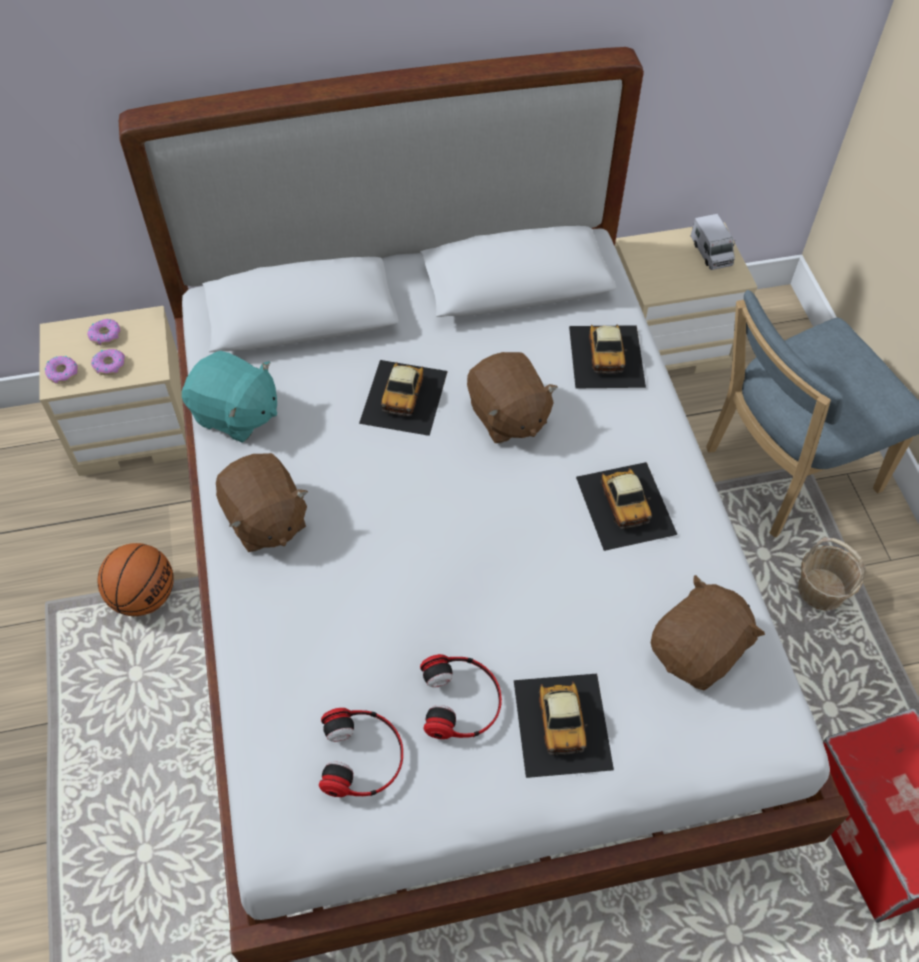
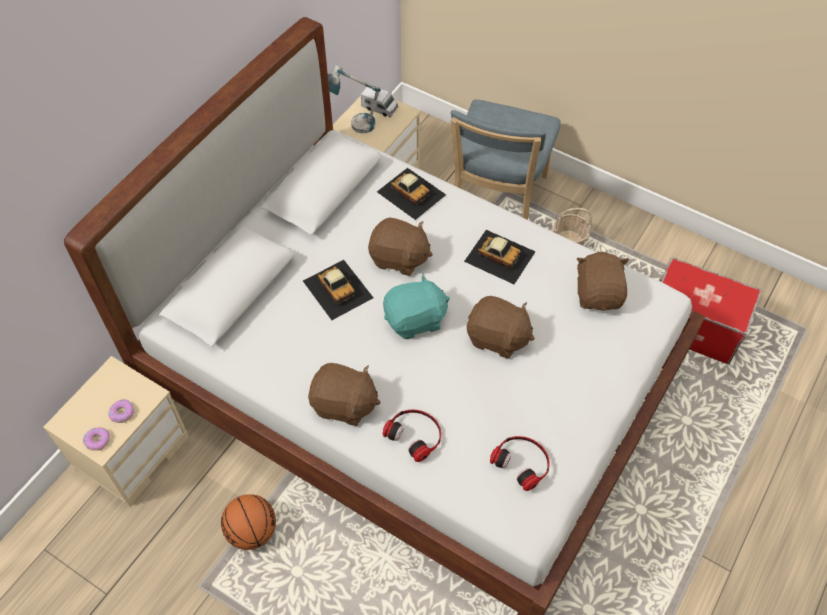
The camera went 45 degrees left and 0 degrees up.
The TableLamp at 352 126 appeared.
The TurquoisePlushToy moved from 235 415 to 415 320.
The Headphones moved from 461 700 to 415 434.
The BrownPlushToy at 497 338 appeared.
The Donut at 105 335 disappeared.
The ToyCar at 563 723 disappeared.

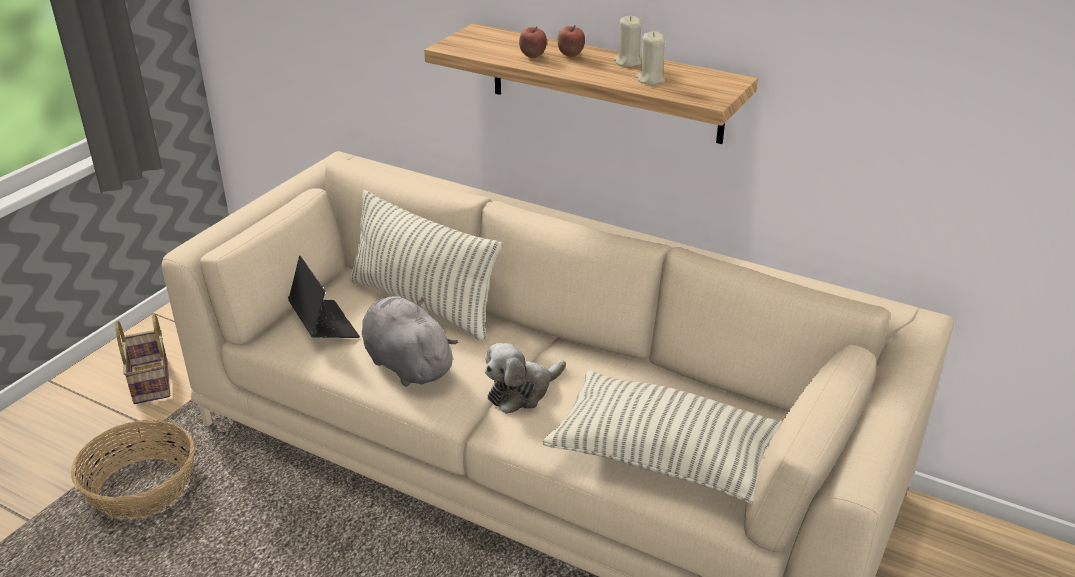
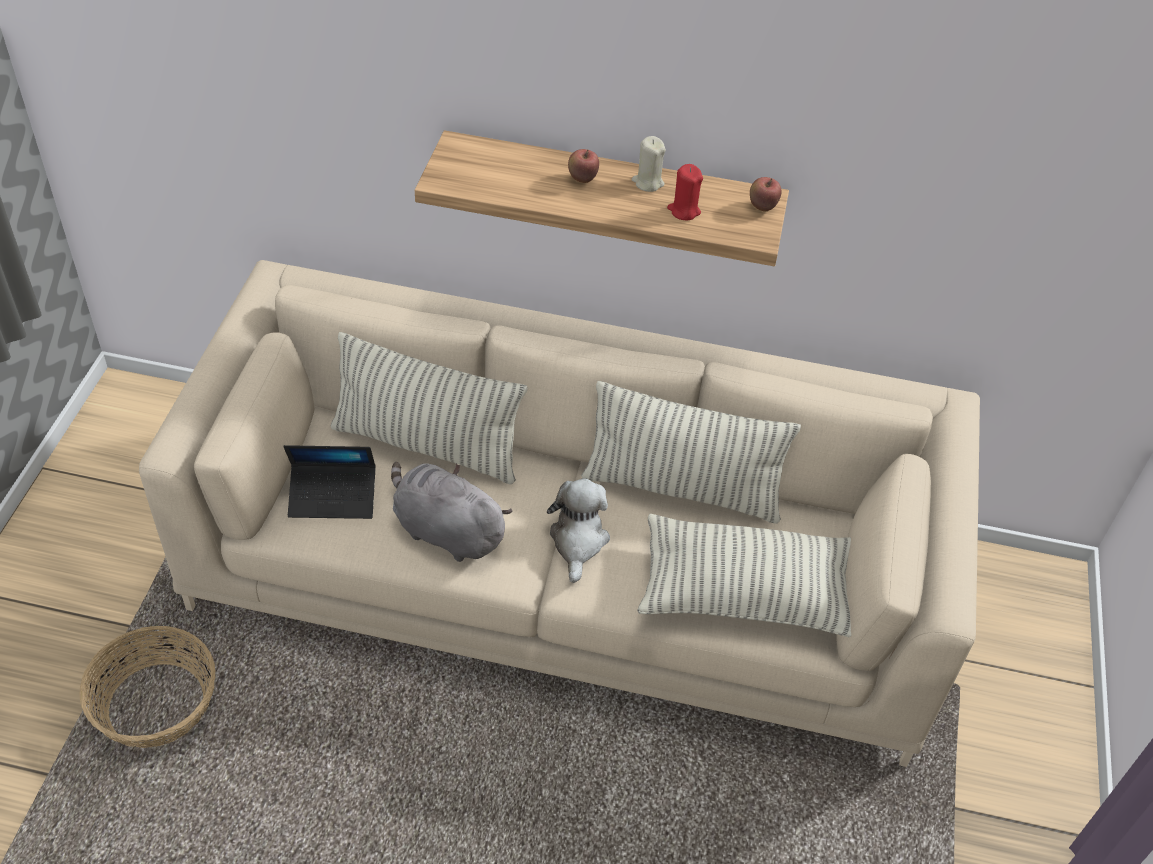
The camera went 20 degrees left and 15 degrees up.
The Laptop at 324 325 turned 135 degrees clockwise.
The PlushToy at 522 391 turned 150 degrees clockwise.
The Pillow at 682 489 appeared.
The BeigeCandle at 650 79 became the RedCandle at 684 211.
The Apple moved from 532 57 to 762 207.
The Basket at 152 382 disappeared.

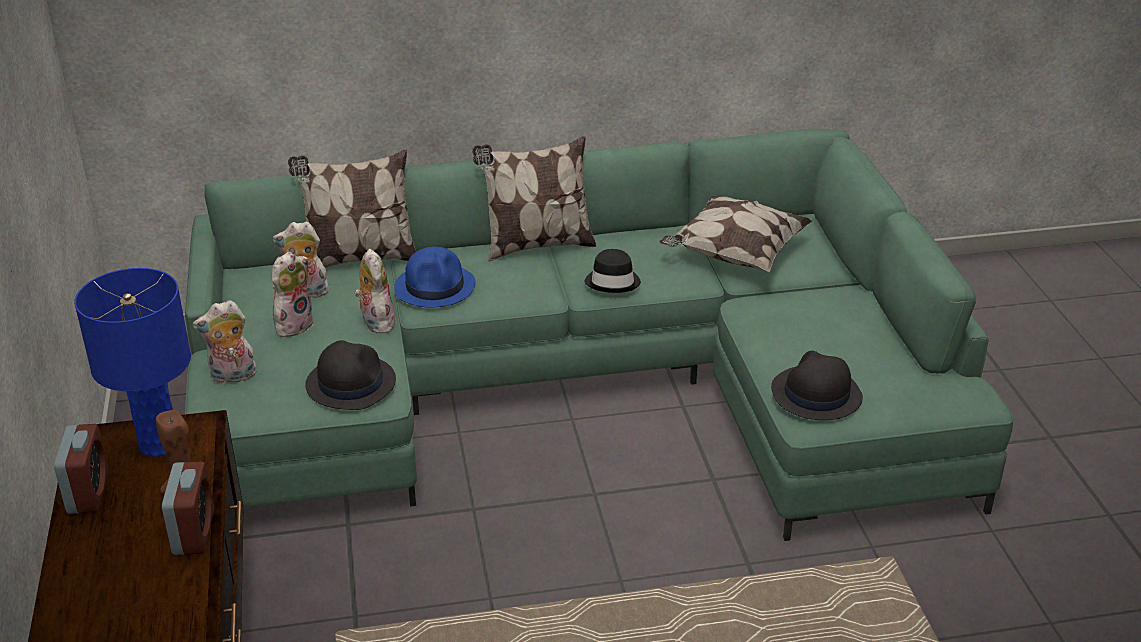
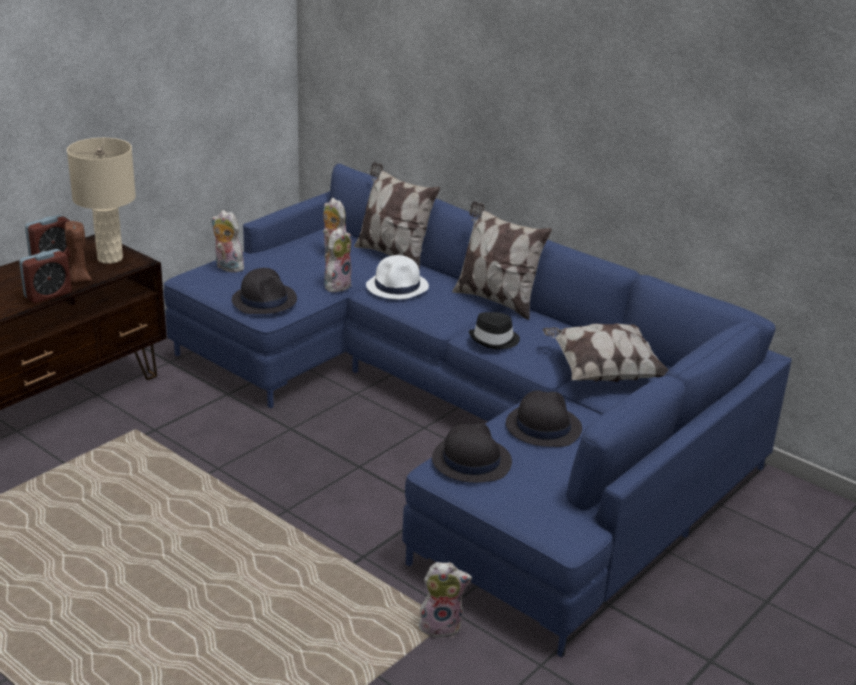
The camera went 50 degrees right and 5 degrees down.
The BlueTableLamp at 159 444 became the BeigeTableLamp at 110 258.
The GreenSofa at 586 387 became the BlueSofa at 465 419.
The BlueHat at 435 287 became the WhiteHat at 397 287.
The PlushToy moved from 293 324 to 441 625.
The BlackHat at 543 426 appeared.

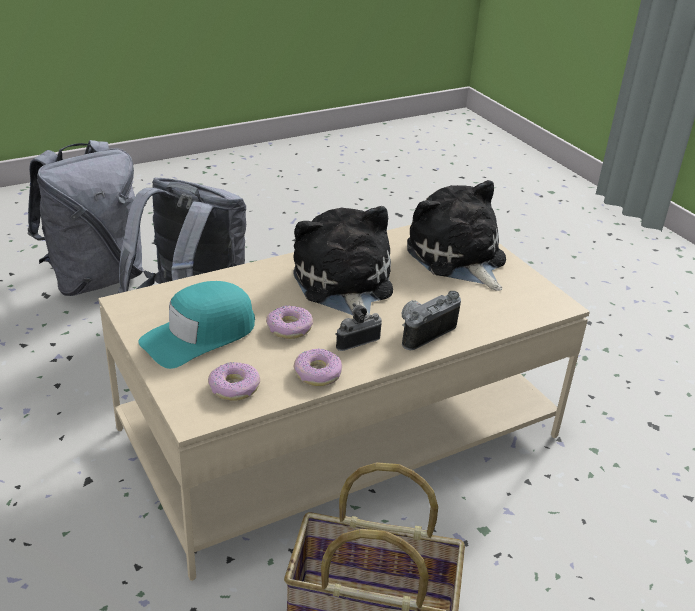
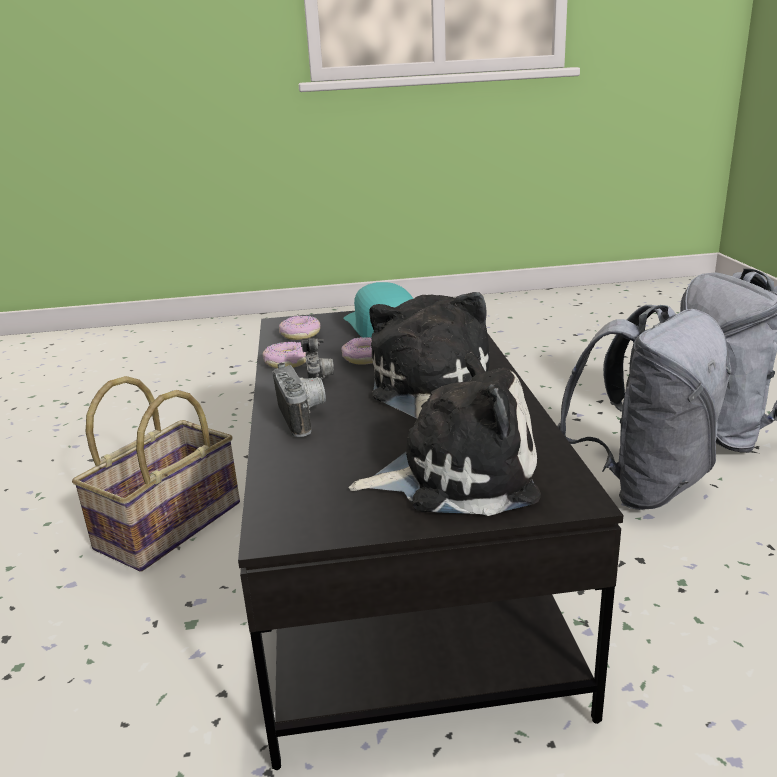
The camera went 115 degrees right and 10 degrees down.
The BeigeCoffeeTable at 339 434 became the BlackCoffeeTable at 395 553.
The PlushToy at 343 285 turned 90 degrees counterclockwise.

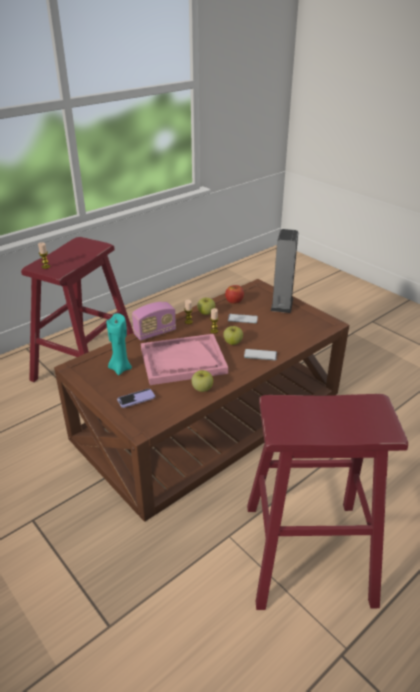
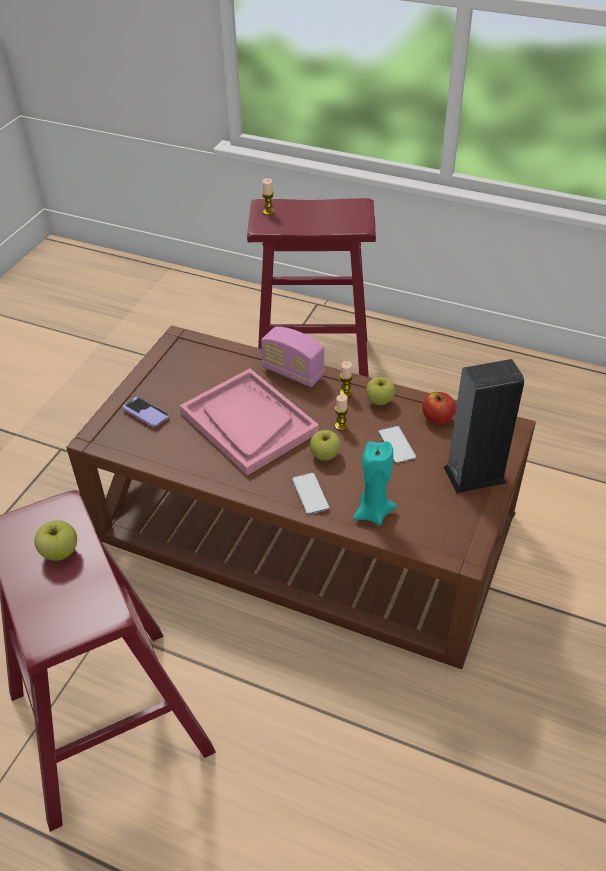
The camera went 65 degrees right and 10 degrees up.
The Apple moved from 202 388 to 60 552.
The TurquoiseCandle moved from 120 368 to 373 513.

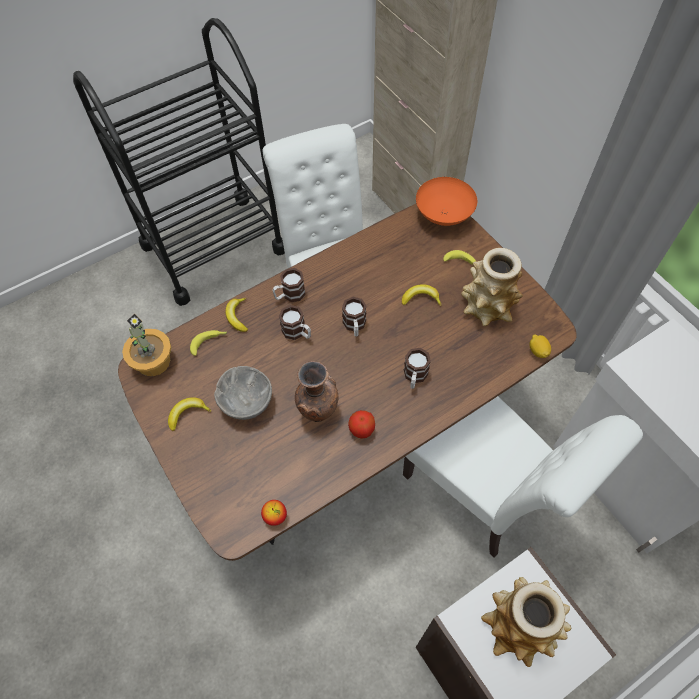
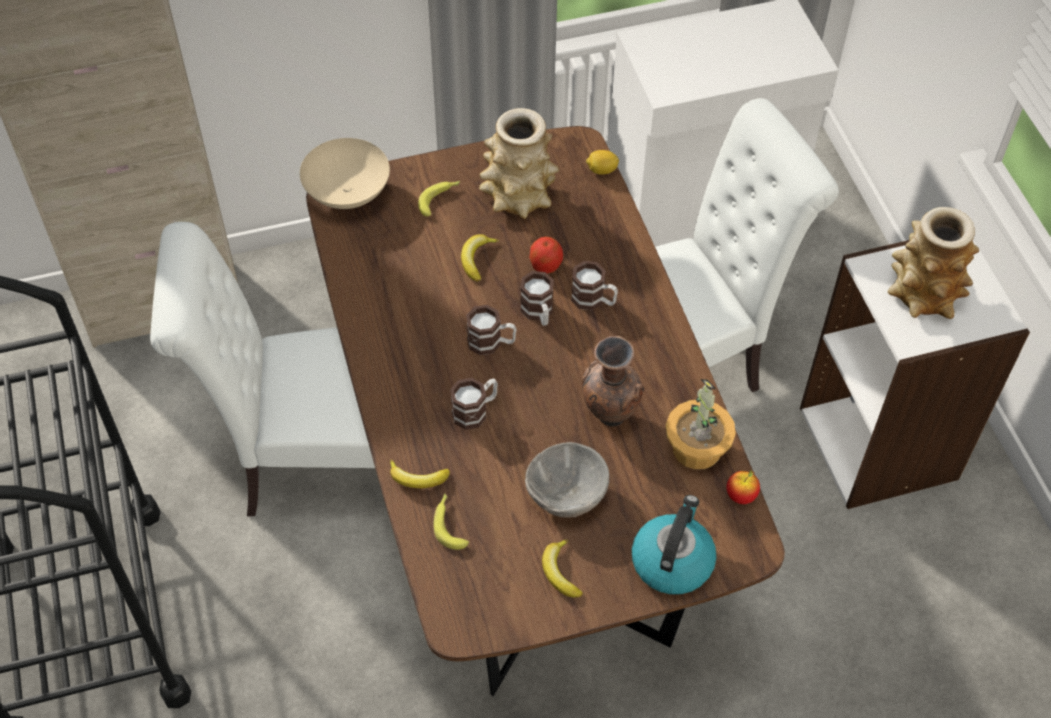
The camera went 75 degrees left and 5 degrees down.
The OrangeBowl at 444 215 became the BeigeBowl at 349 193.
The Mug moved from 289 295 to 538 313.
The Apple moved from 362 430 to 546 266.
The Kettle at 672 561 appeared.
The PottedPlant moved from 153 361 to 696 449.

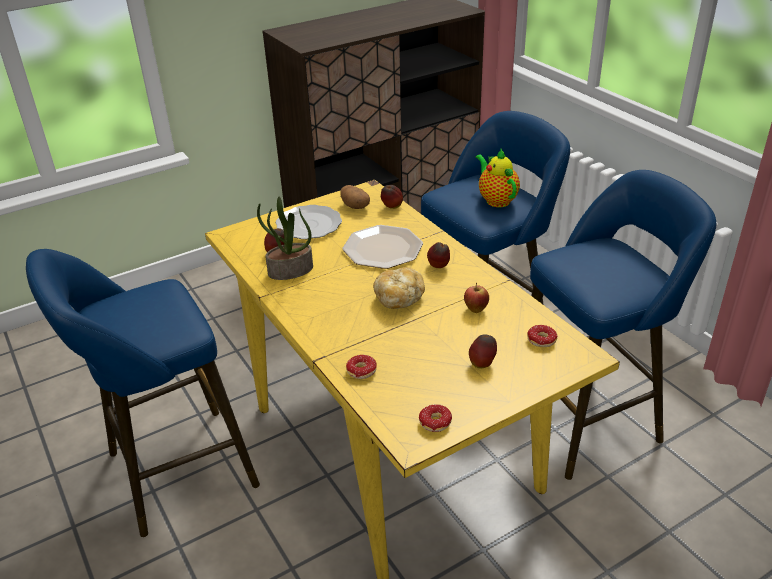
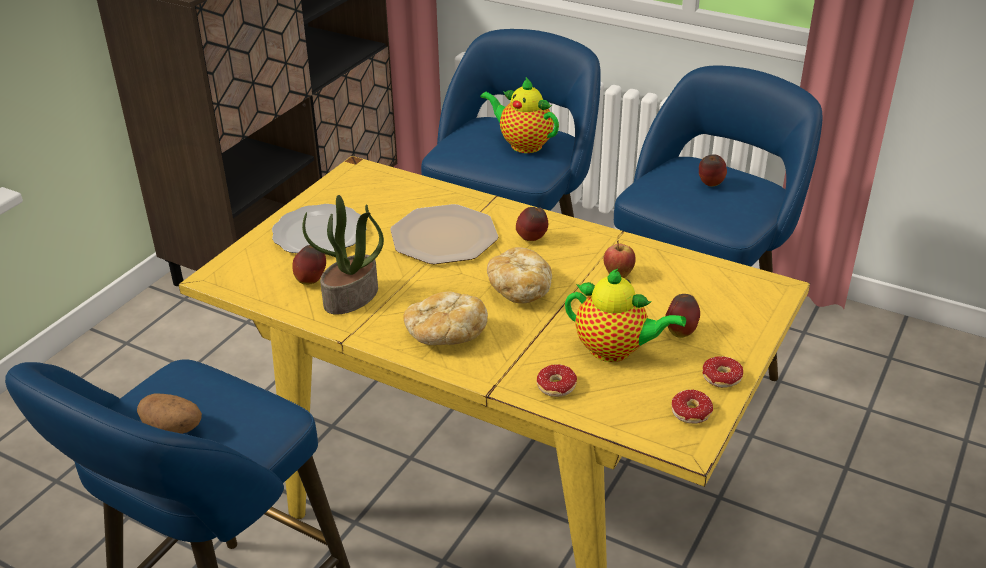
The camera went 30 degrees left and 0 degrees up.
The Potato moved from 356 207 to 174 429.
The Bread at 445 335 appeared.
The Teapot at 615 350 appeared.
The Apple moved from 392 207 to 710 185.
The Donut moved from 540 344 to 723 383.

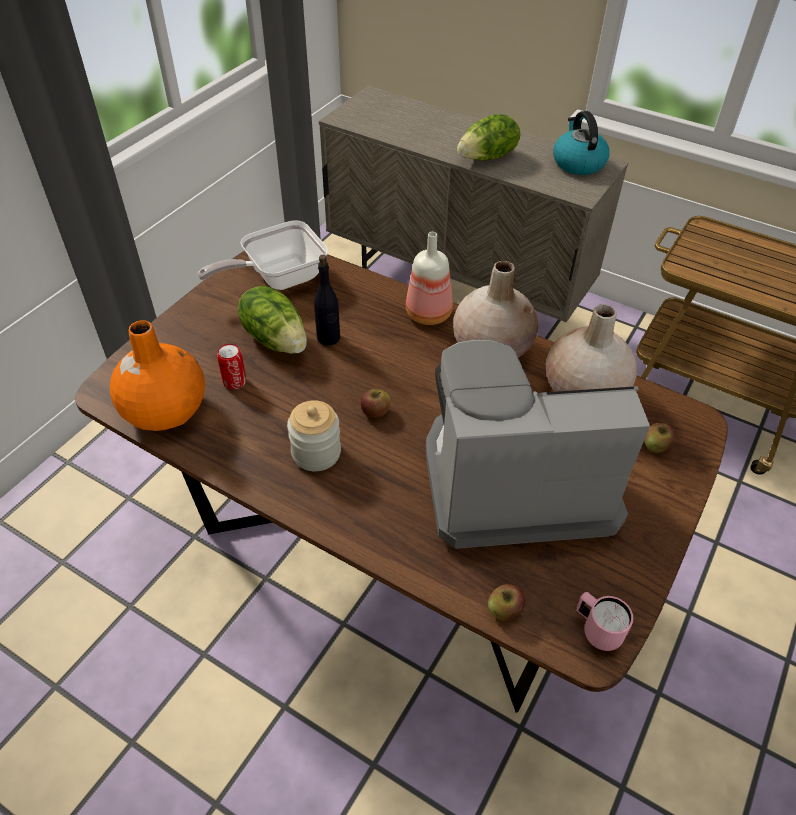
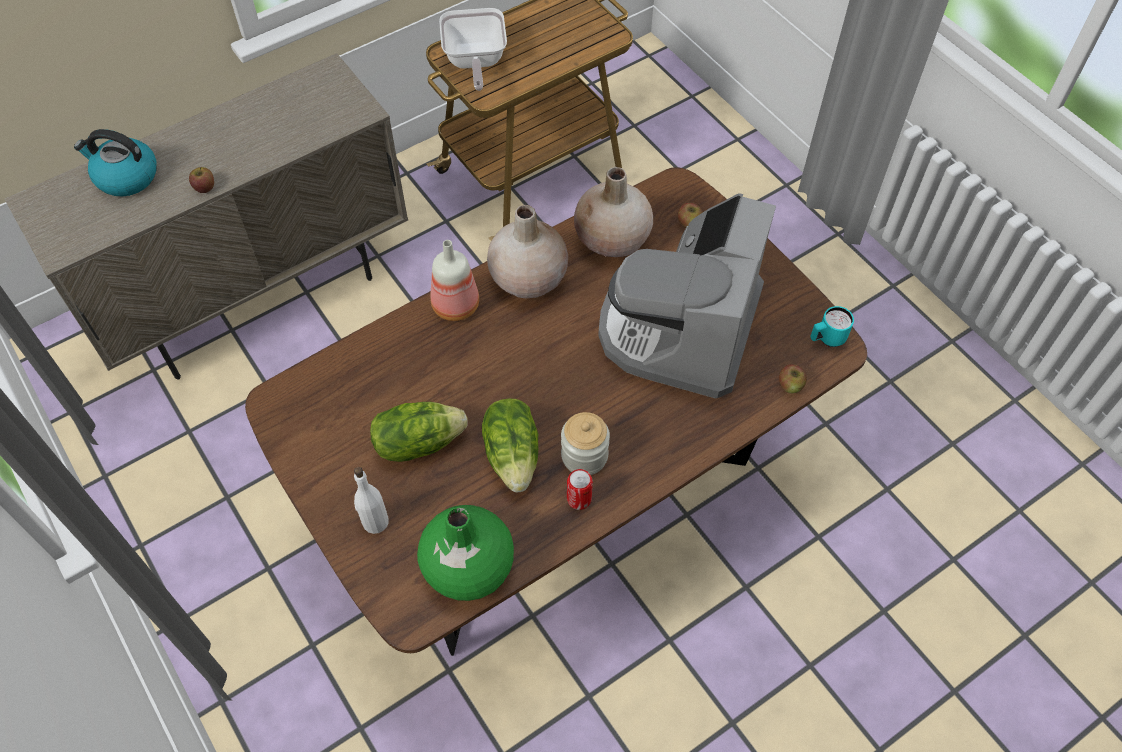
The camera went 65 degrees left and 10 degrees up.
The Kettle moved from 577 163 to 126 177.
The Apple moved from 375 411 to 204 187.
The WhiteBottle at 375 522 appeared.
The OrangeVase at 165 410 became the GreenVase at 467 567.
The FryingPan moved from 278 278 to 474 63.
The Lettuce moved from 488 157 to 513 455.
The Can moved from 234 381 to 579 499.
The PinkMug at 596 631 became the TurquoiseMug at 827 339.
The BlackBottle at 328 338 disappeared.

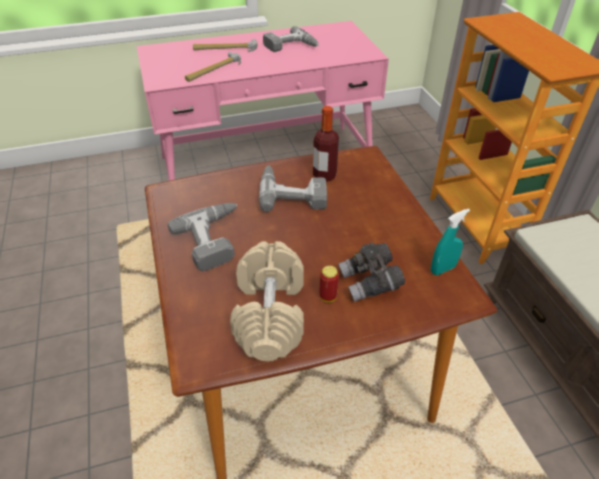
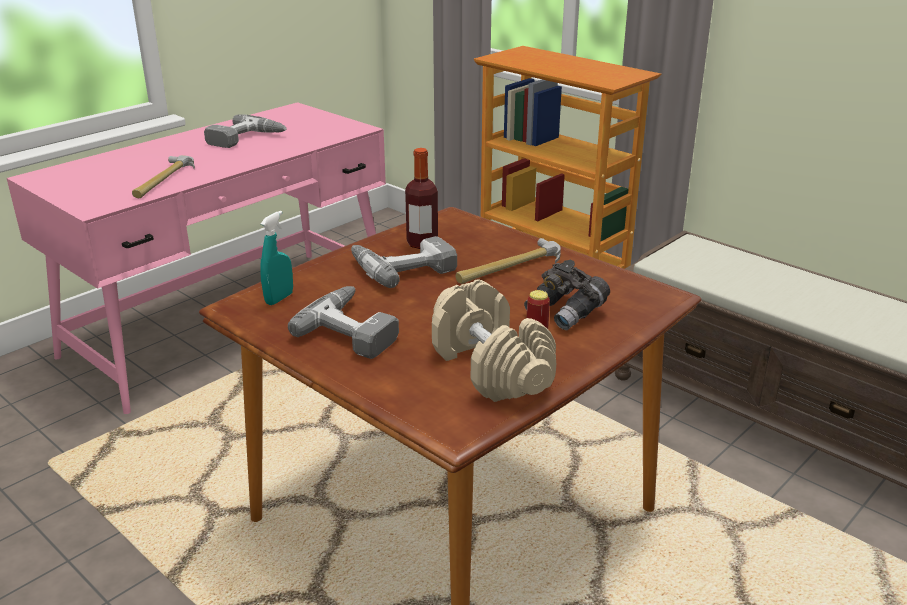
The camera went 30 degrees left and 15 degrees down.
The TurquoiseSprayBottle moved from 443 269 to 279 298.
The Hammer moved from 225 48 to 509 267.

